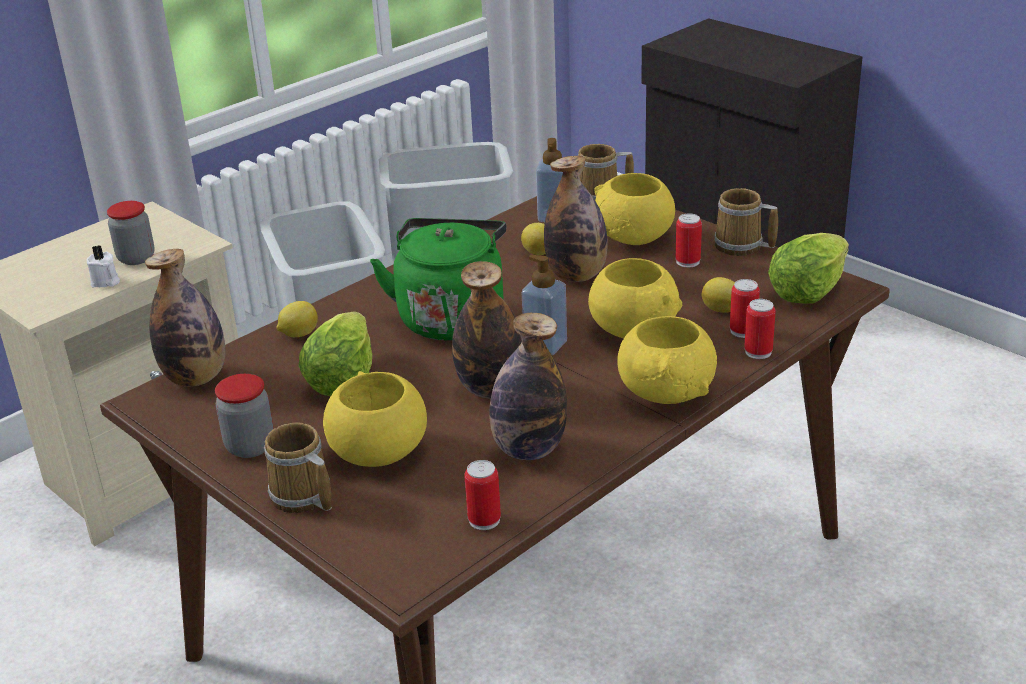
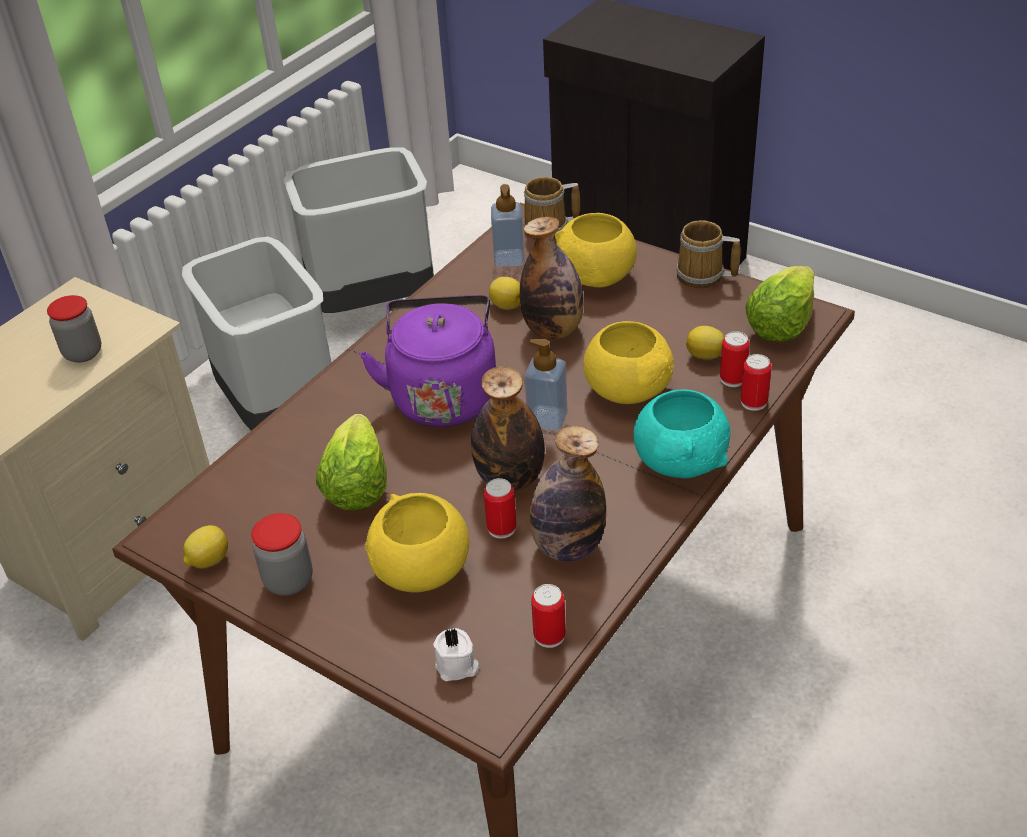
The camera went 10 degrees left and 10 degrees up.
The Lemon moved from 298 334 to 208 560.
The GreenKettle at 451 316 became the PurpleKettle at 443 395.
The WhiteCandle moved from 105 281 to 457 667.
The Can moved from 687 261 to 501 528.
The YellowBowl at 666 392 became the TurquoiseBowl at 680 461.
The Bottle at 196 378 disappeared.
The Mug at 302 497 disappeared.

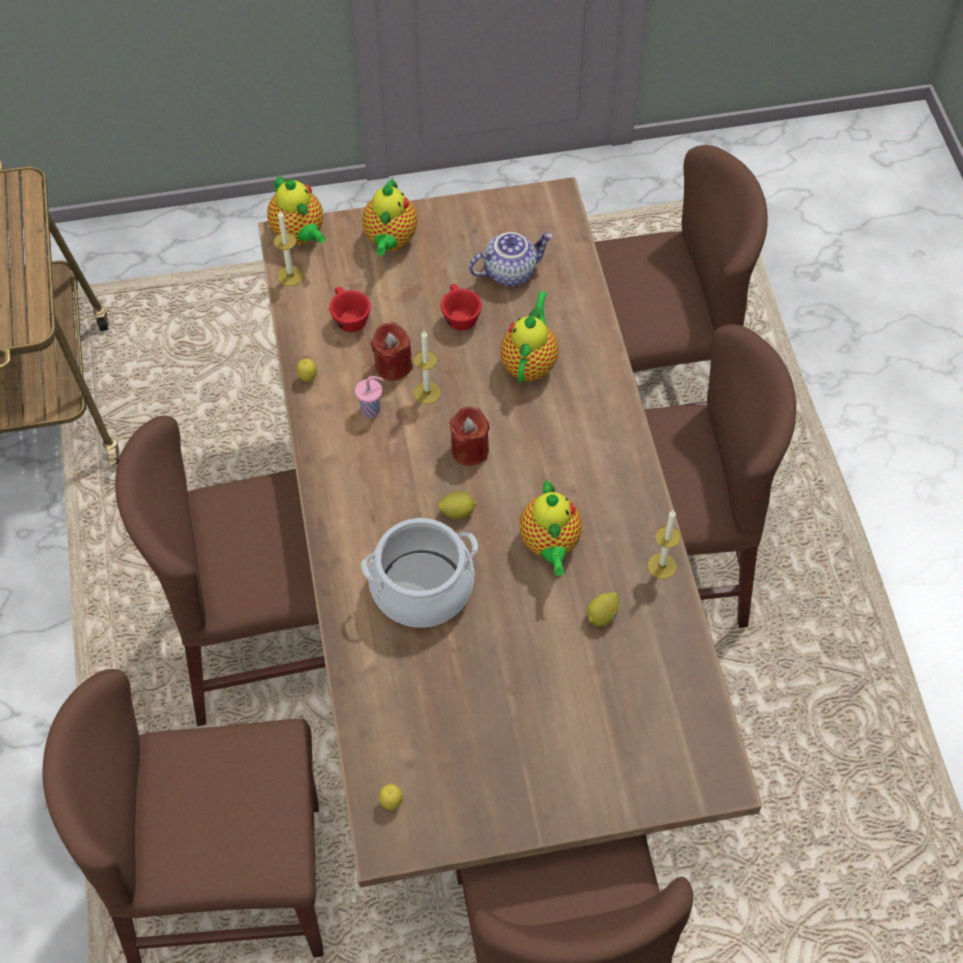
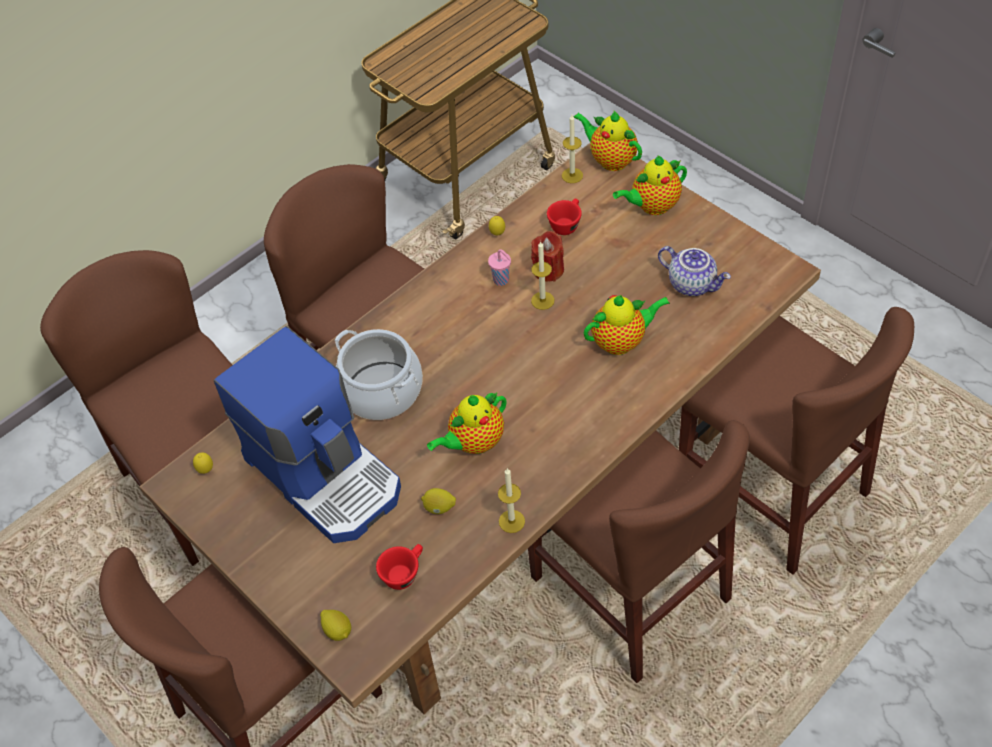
The camera went 60 degrees right and 5 degrees down.
The CoffeeMachine at 326 473 appeared.
The Lemon moved from 457 512 to 338 630.
The RedCup moved from 459 316 to 404 572.
The Teapot at 299 235 turned 105 degrees clockwise.
The RedCandle at 470 450 disappeared.

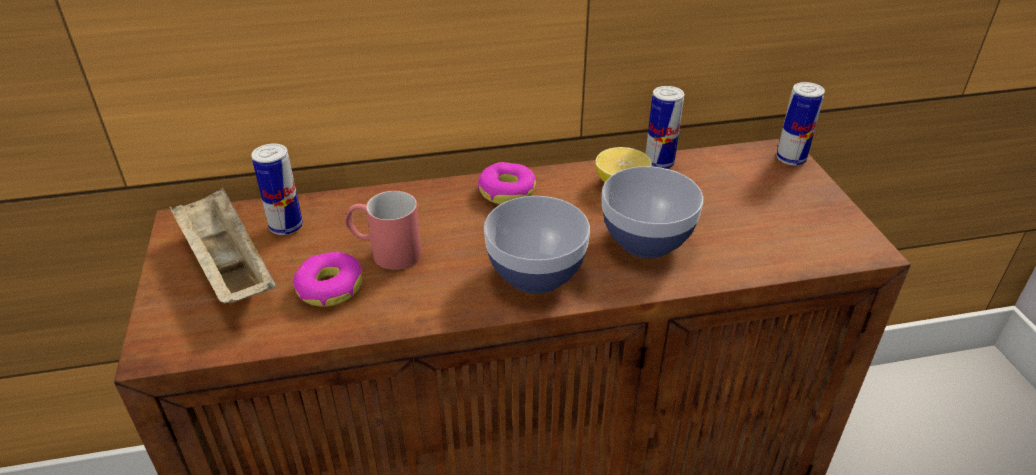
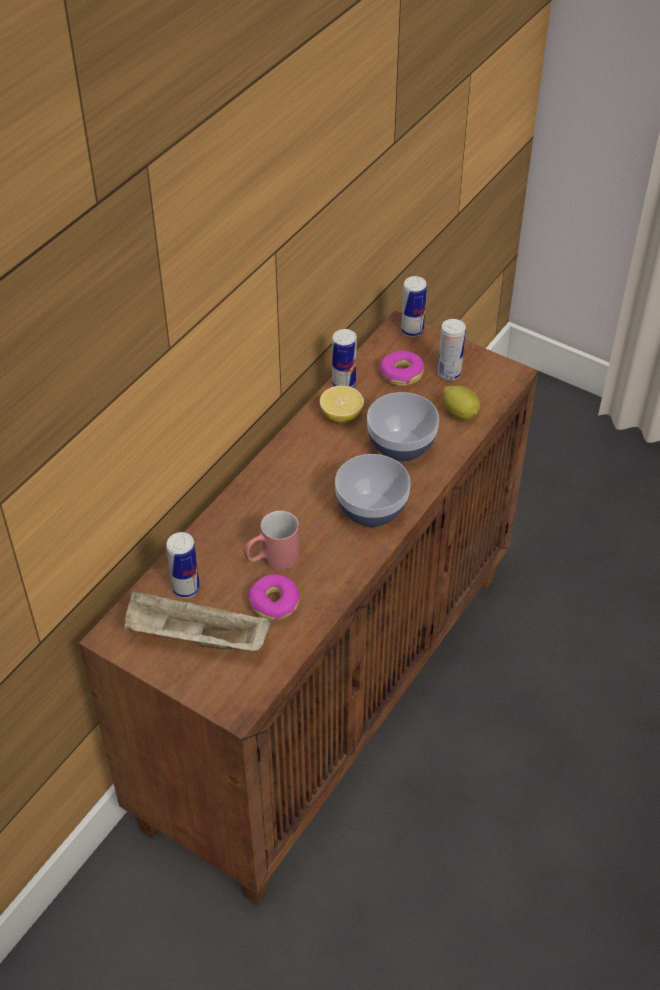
The camera went 45 degrees left and 10 degrees up.
The Donut moved from 507 191 to 401 373.
The Can at 449 373 appeared.
The Lemon at 460 413 appeared.

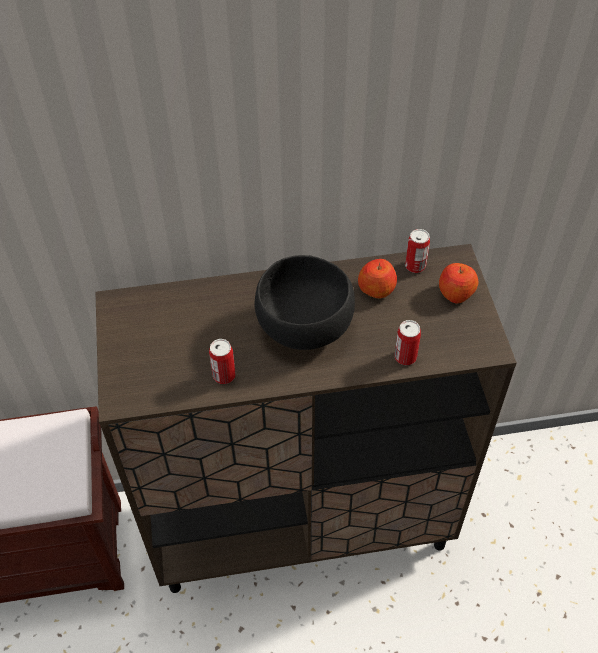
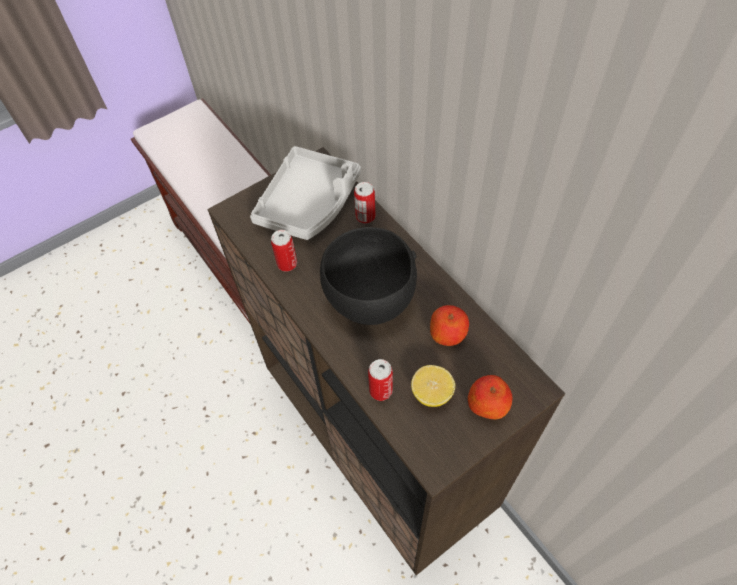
The camera went 65 degrees right and 5 degrees up.
The GreyTray at 309 203 appeared.
The Can moved from 415 266 to 365 216.
The Lemon at 431 393 appeared.

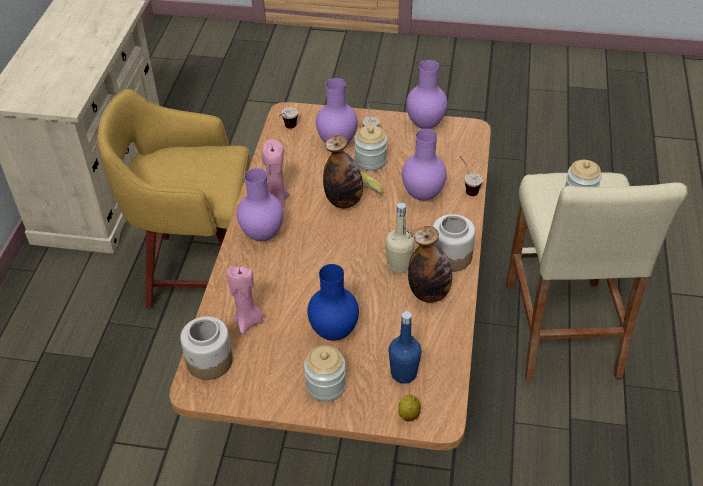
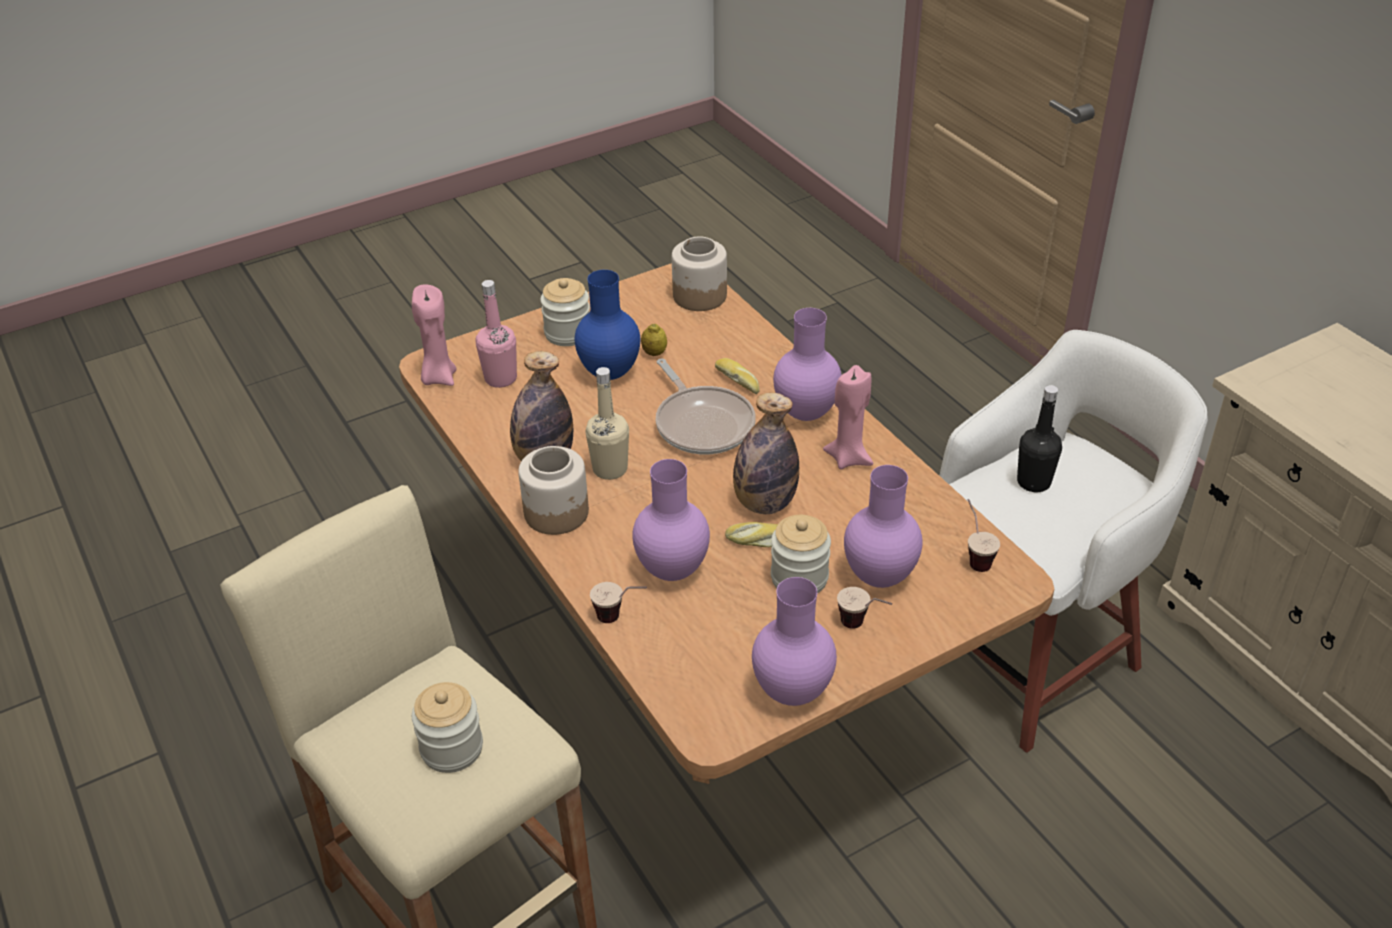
The camera went 140 degrees right and 5 degrees down.
The PinkCandle moved from 248 322 to 438 378.
The BlueBottle at 403 373 became the PinkBottle at 500 378.
The Lemon moved from 409 415 to 654 353.
The FryingPan at 702 423 appeared.
The Bread at 738 380 appeared.
The YellowStool at 199 271 became the WhiteStool at 1028 655.
The BlackBottle at 1033 482 appeared.

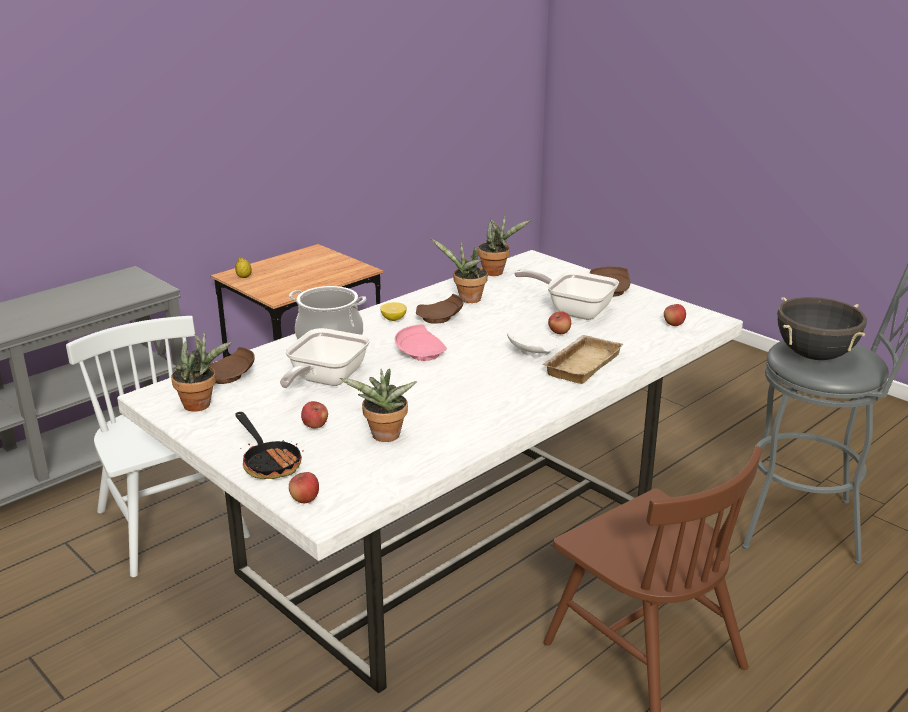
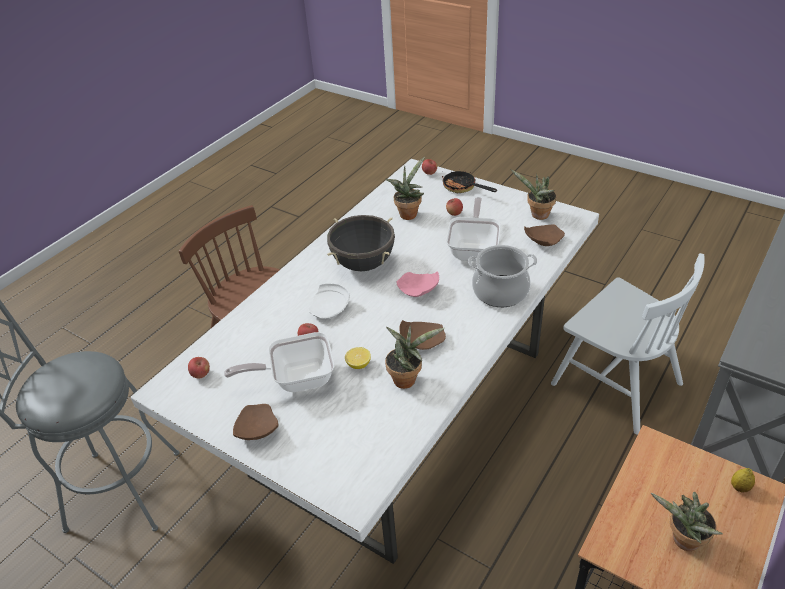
The camera went 170 degrees right and 15 degrees up.
The FryingPan at 574 311 turned 150 degrees clockwise.
The BlackCookingPot moved from 814 356 to 363 264.
The Lemon moved from 393 319 to 358 364.
The PottedPlant moved from 496 272 to 682 541.
The BeigeTray at 581 363 disappeared.

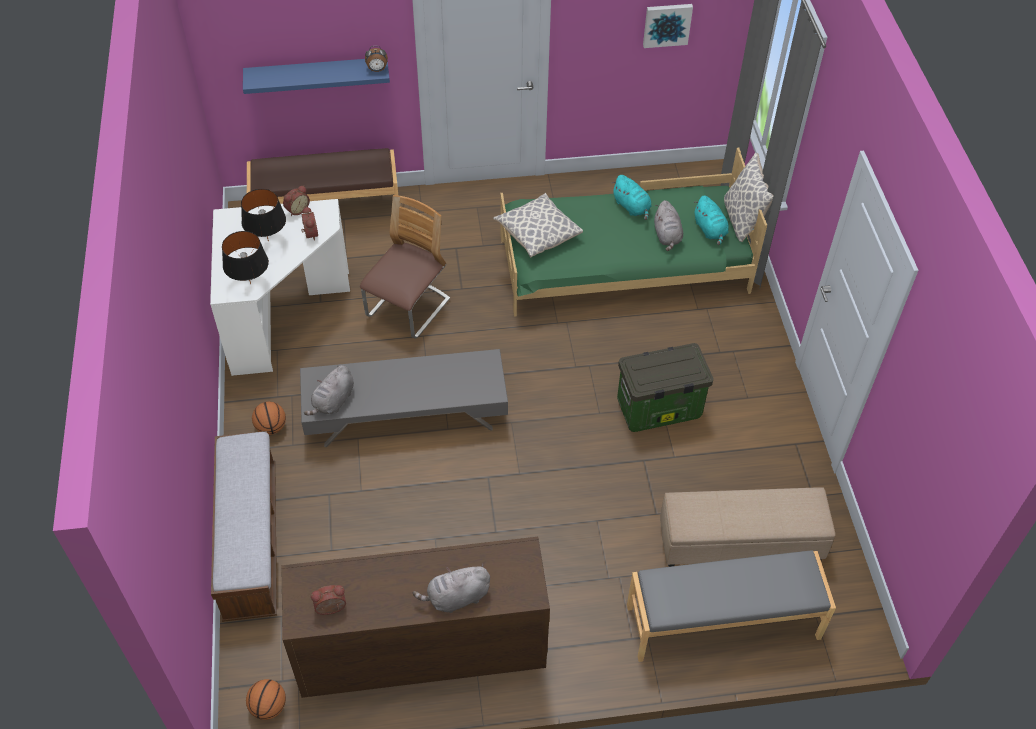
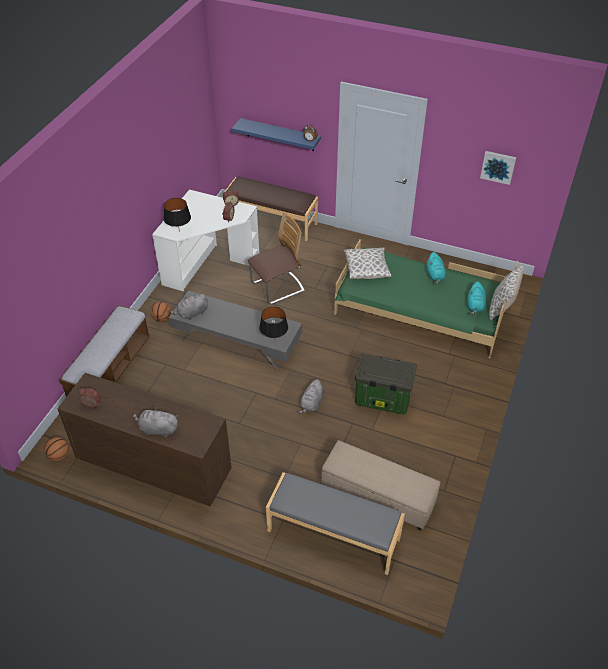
The camera went 30 degrees right and 5 degrees down.
The BlackTableLamp moved from 268 241 to 274 340.
The GreyPlushToy moved from 667 236 to 312 404.

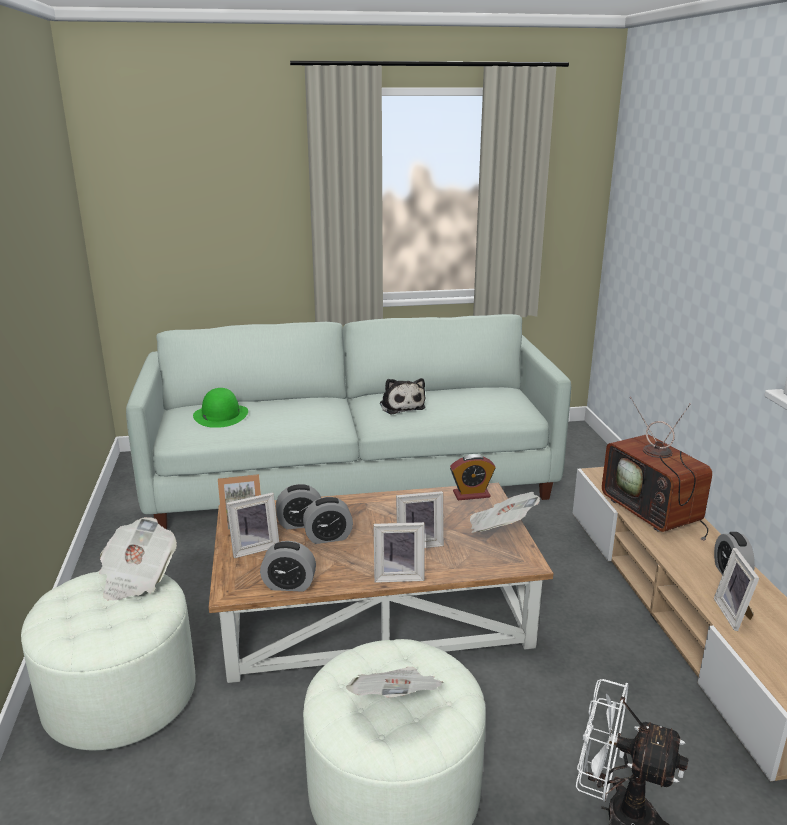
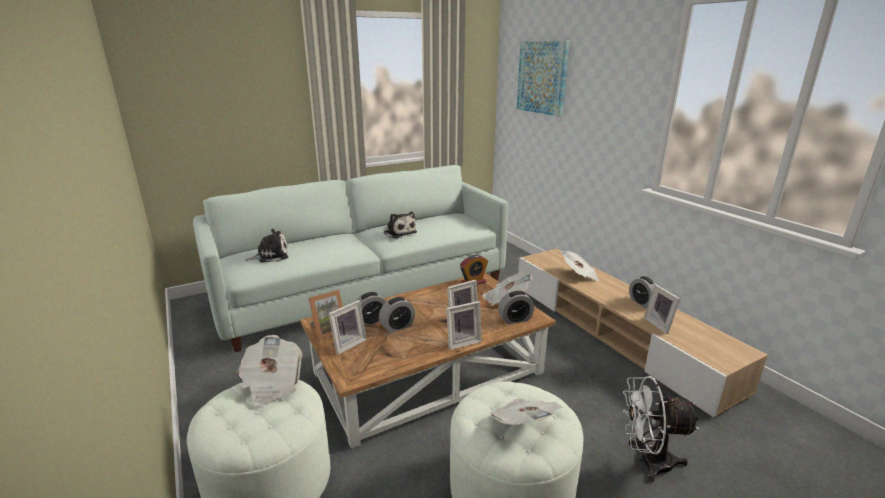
The camera went 20 degrees left and 0 degrees up.
The GreenHat at 221 415 was replaced by the PlushToy at 271 256.
The AlarmClock moved from 289 585 to 515 319.
The Picture at 542 77 appeared.
The Television at 655 512 was replaced by the Newspaper at 579 275.

